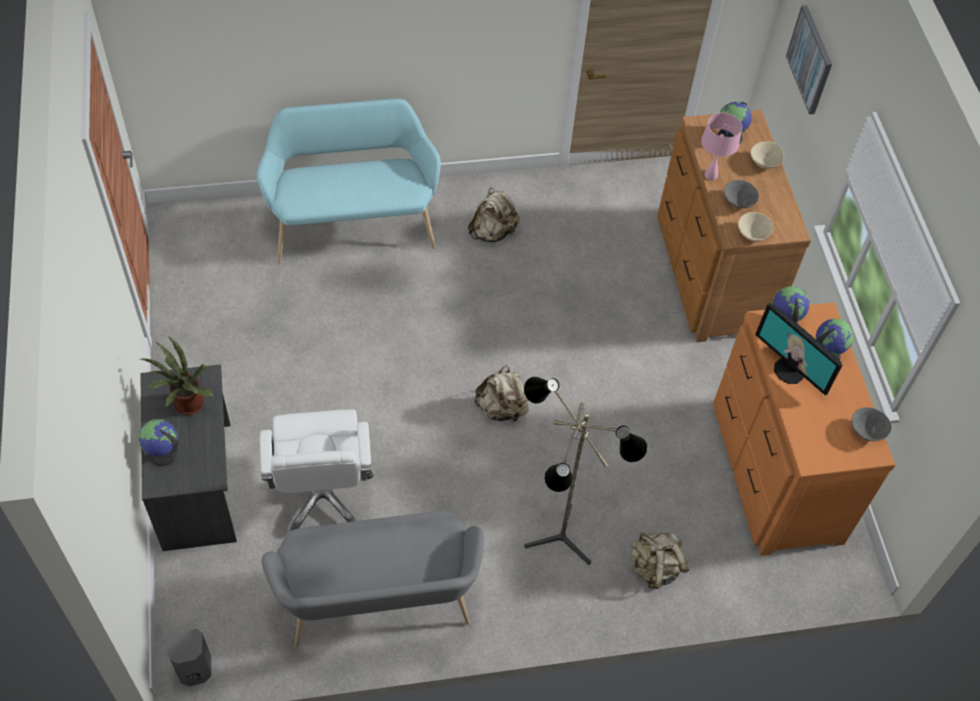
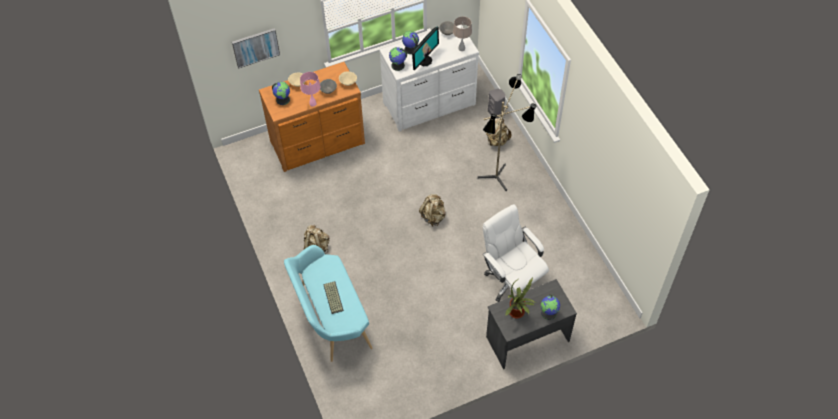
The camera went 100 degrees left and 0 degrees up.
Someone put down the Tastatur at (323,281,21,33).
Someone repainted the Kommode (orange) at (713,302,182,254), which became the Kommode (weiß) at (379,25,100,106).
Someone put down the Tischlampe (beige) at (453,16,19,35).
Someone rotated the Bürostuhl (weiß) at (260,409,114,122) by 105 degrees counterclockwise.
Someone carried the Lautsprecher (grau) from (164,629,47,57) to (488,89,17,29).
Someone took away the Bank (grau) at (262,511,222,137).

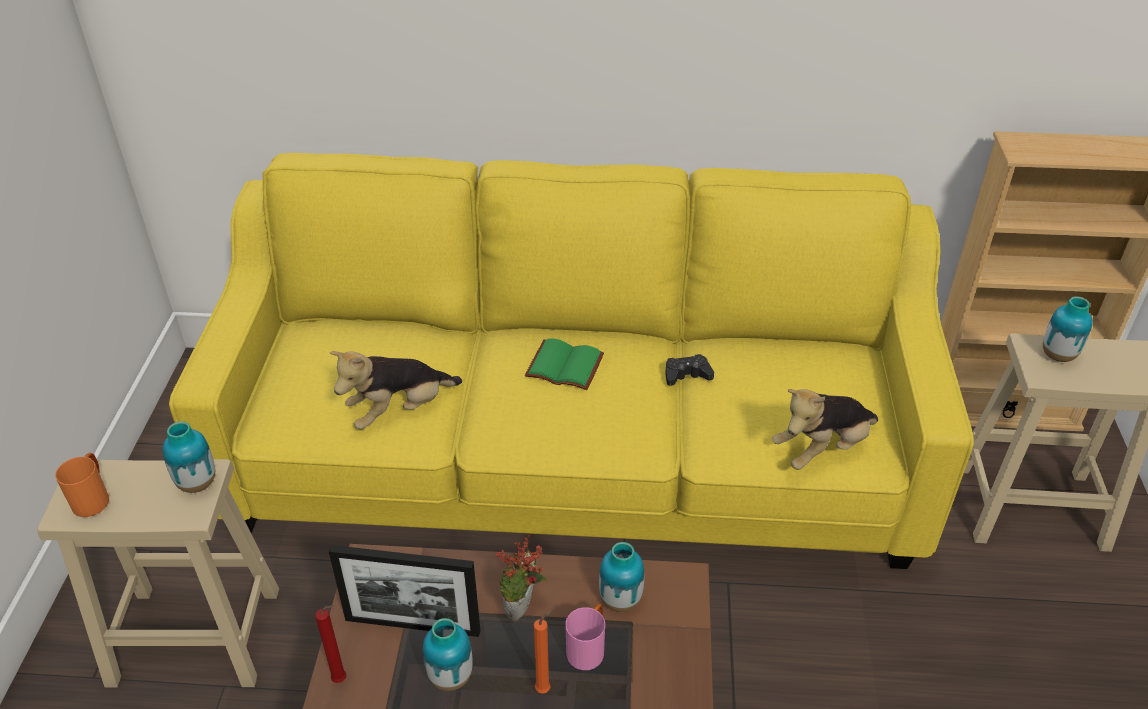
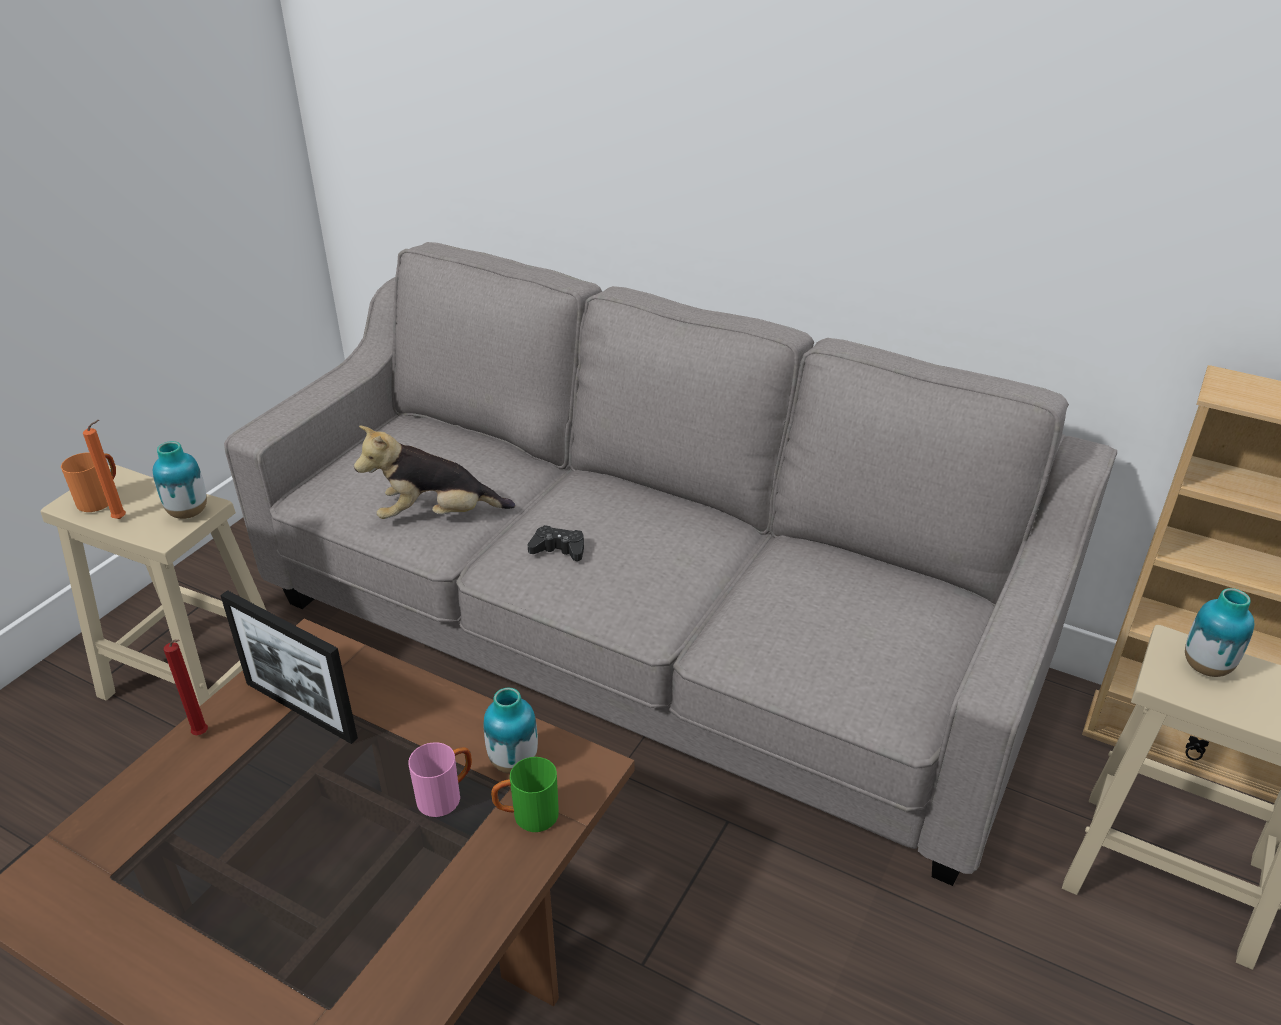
The camera went 25 degrees right and 5 degrees down.
Someone carried the Kerze (orange) from (534,610,18,84) to (83,420,43,99).
Someone repainted the Sofa (gelb) at (169,153,805,416), which became the Sofa (grau) at (224,242,893,644).
Someone put down the Henkelbecher (grün) at (491,757,68,75).
Someone carried the Gamepad (schwarz) from (665,354,49,32) to (528,525,56,36).
Someone took away the Vase at (423,618,50,73).
Someone took away the Topfpflanze at (495,535,52,87).
Someone took away the Buch (grün) at (525,338,79,52).
Someone took away the Plüschtier at (772,389,106,81).

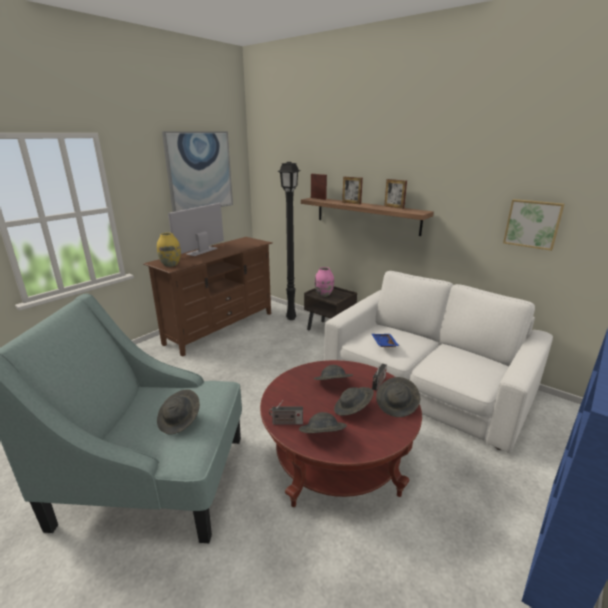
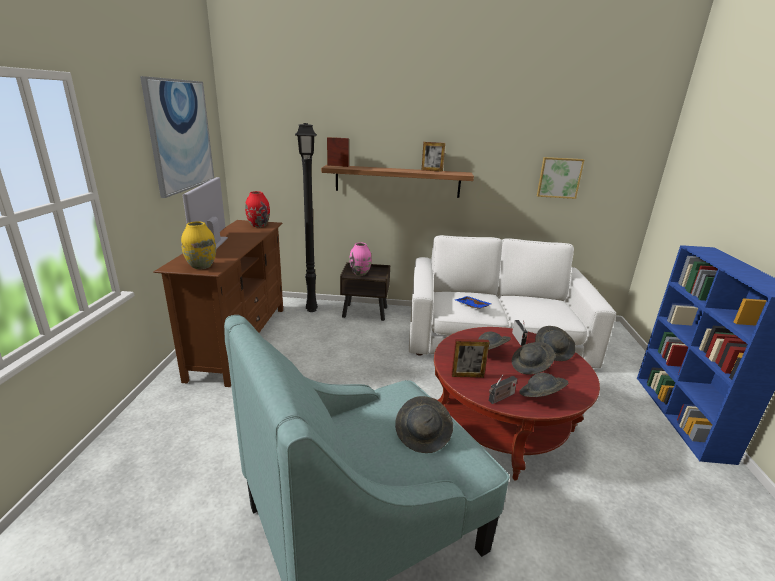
The camera went 35 degrees left and 0 degrees up.
Someone put down the Vase (rot) at (245,191,25,36).
Someone carried the Bilderrahmen from (342,177,21,27) to (451,339,39,39).

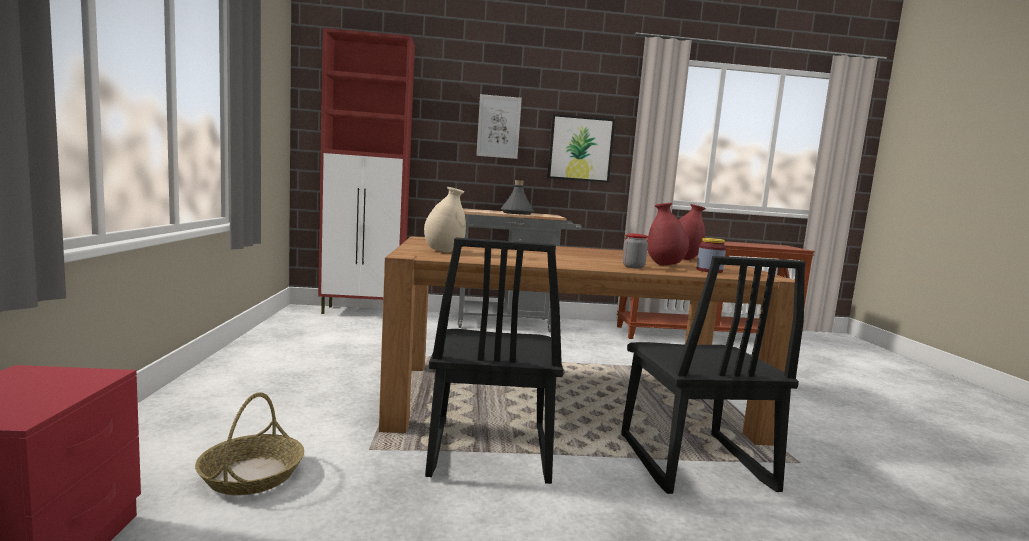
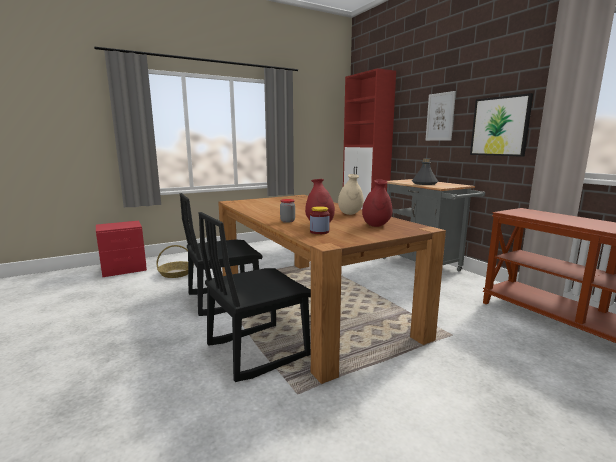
The camera went 65 degrees right and 5 degrees up.
Someone carried the Vase (beige) from (424,187,42,65) to (338,174,26,41).

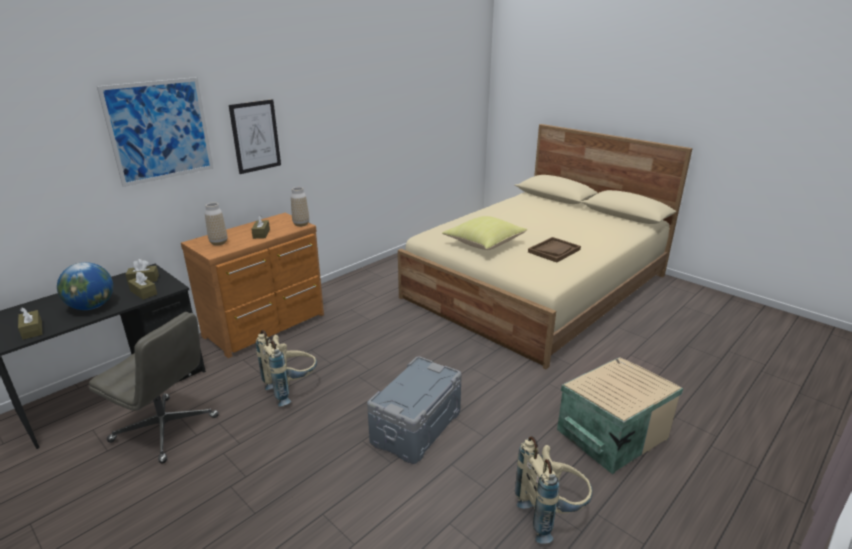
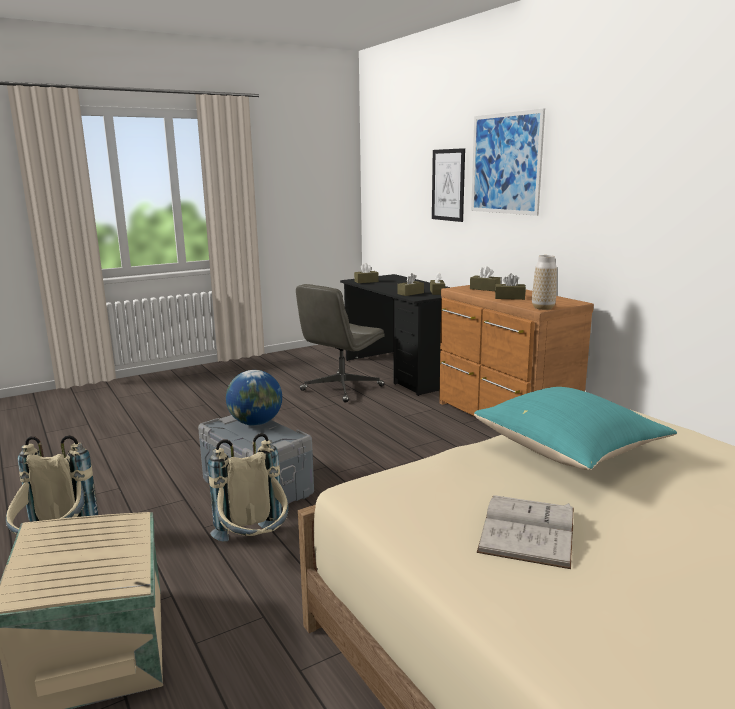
The camera went 105 degrees right and 10 degrees down.
Someone carried the Rucksack (beige) from (256,330,61,77) to (208,433,81,109).
Someone carried the Globus from (57,262,56,48) to (226,370,56,56).
Someone carried the Bild from (229,99,52,75) to (432,148,33,74).
Someone swapped the Vase at (205,203,22,43) for the Taschentuchbox (braun) at (470,266,31,25).
Someone repainted the Kissen (gelb) at (442,216,85,34), which became the Kissen (türkis) at (474,387,203,83).
Someone swapped the Tablett (braun) at (528,237,53,26) for the Buch (weiß) at (477,495,97,74).

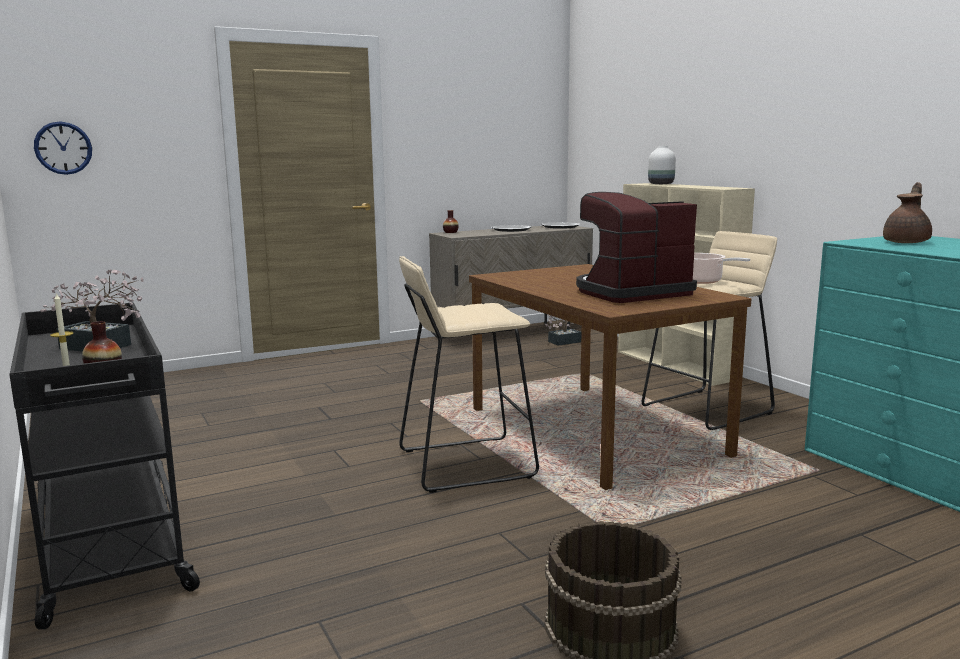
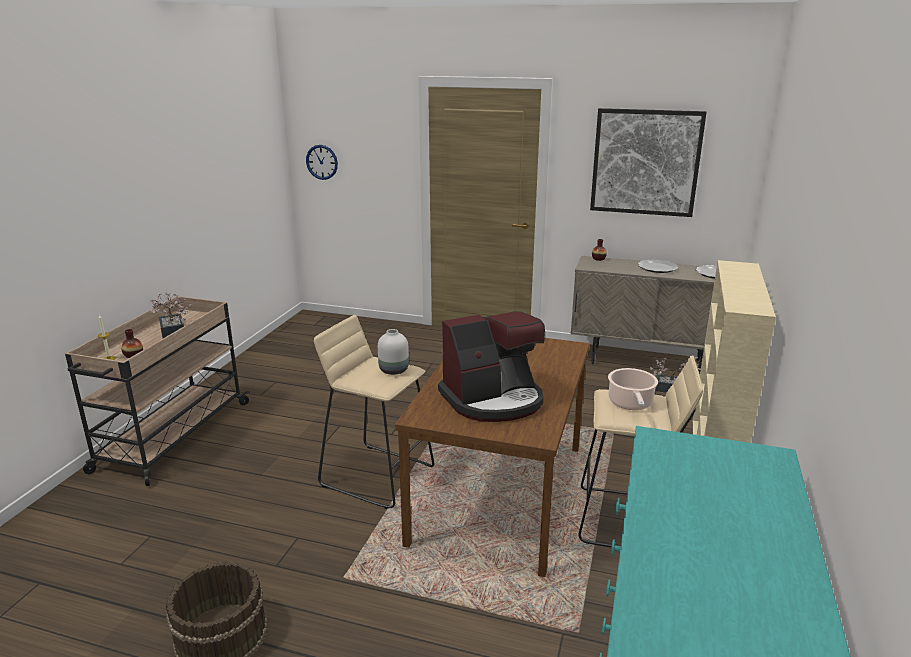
The camera went 45 degrees right and 10 degrees up.
Someone repainted the Rollwagen (schwarz) at (9,302,191,327), which became the Rollwagen (beige) at (65,296,185,190).
Someone carried the Vase (weiß) from (648,146,28,38) to (378,329,31,46).
Someone rotated the Kaffeemaschine at (576,192,121,111) by 135 degrees clockwise.
Someone put up the Bild at (590,108,117,109).
Someone took away the Teekanne (braun) at (883,182,49,61).

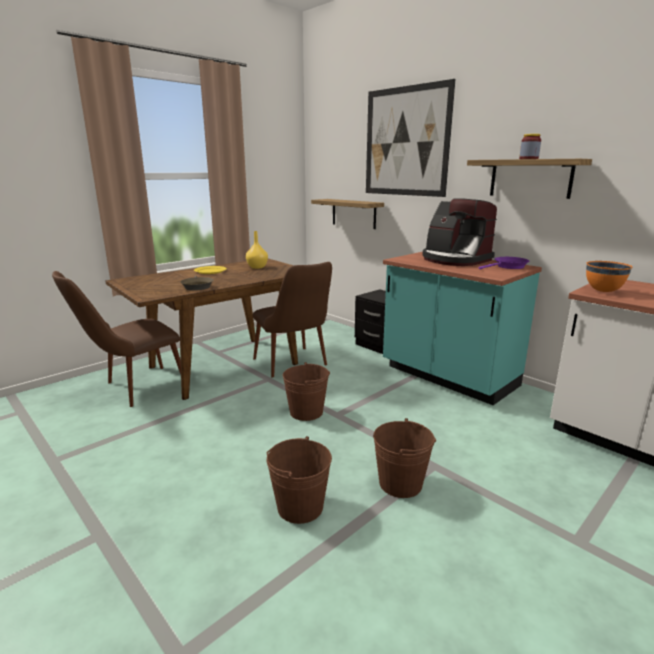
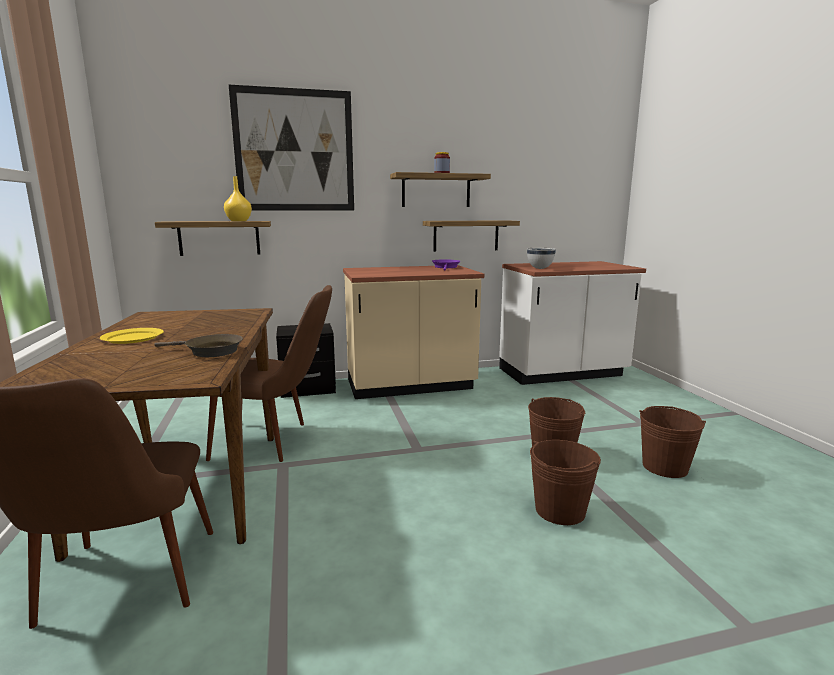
The camera went 60 degrees left and 5 degrees down.
Someone carried the Vase (gelb) from (246,231,22,38) to (224,176,28,45).
Someone repainted the Küchenzeile (türkis) at (383,252,159,153), which became the Küchenzeile (beige) at (343,265,141,134).
Someone put up the Wandregal at (423,220,97,32).
Someone repainted the Schüssel (orange) at (586,261,46,31), which became the Schüssel (weiß) at (527,248,29,21).
Someone carried the Eimer (braun) from (283,362,47,59) to (639,406,67,72).
Someone took away the Kaffeemaschine at (422,198,75,68).

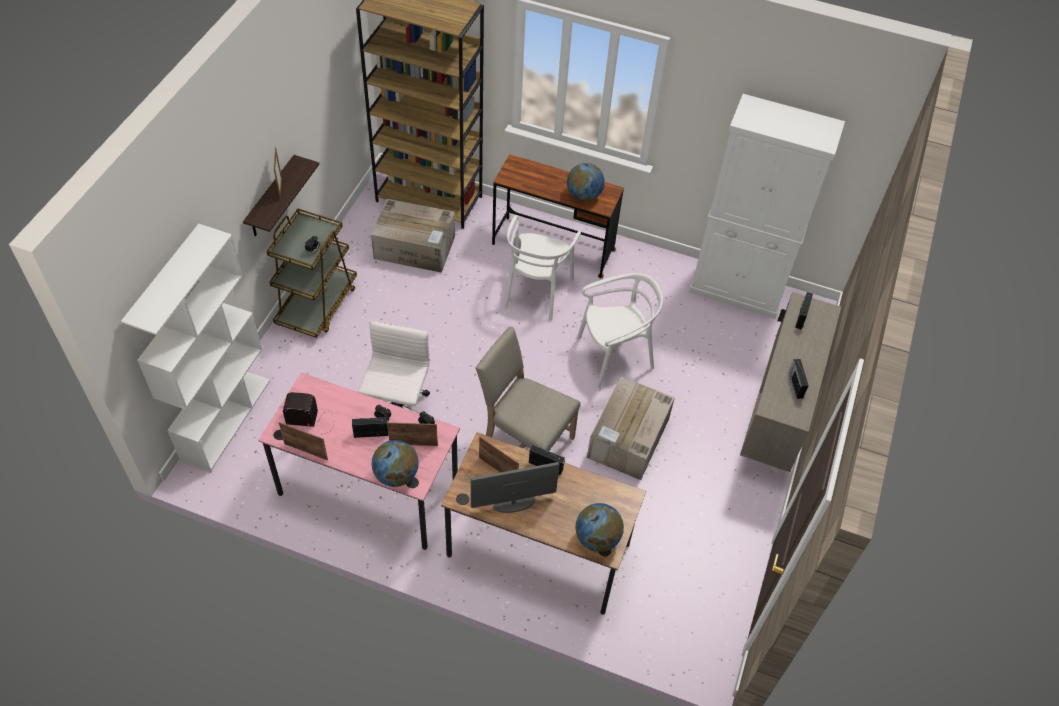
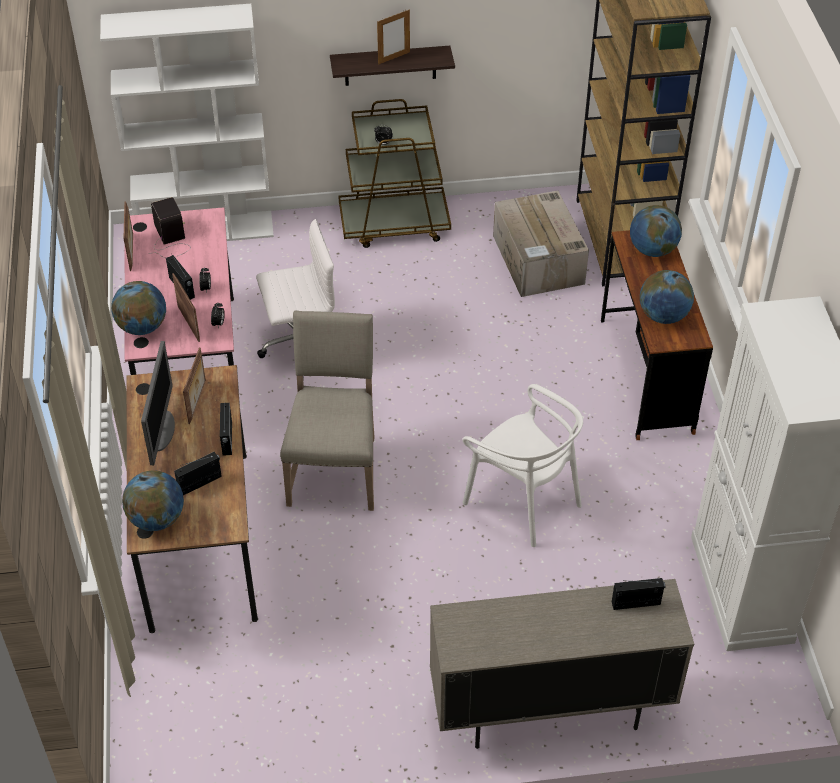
The camera went 65 degrees right and 5 degrees down.
Someone rotated the Monitor at (471,462,89,51) by 45 degrees clockwise.
Someone carried the Radio from (789,359,20,40) to (174,452,48,43).
Someone put down the Globus at (630,205,52,52).
Someone took away the Stuhl (weiß) at (504,215,77,106).
Someone took away the Karton at (587,376,88,104).

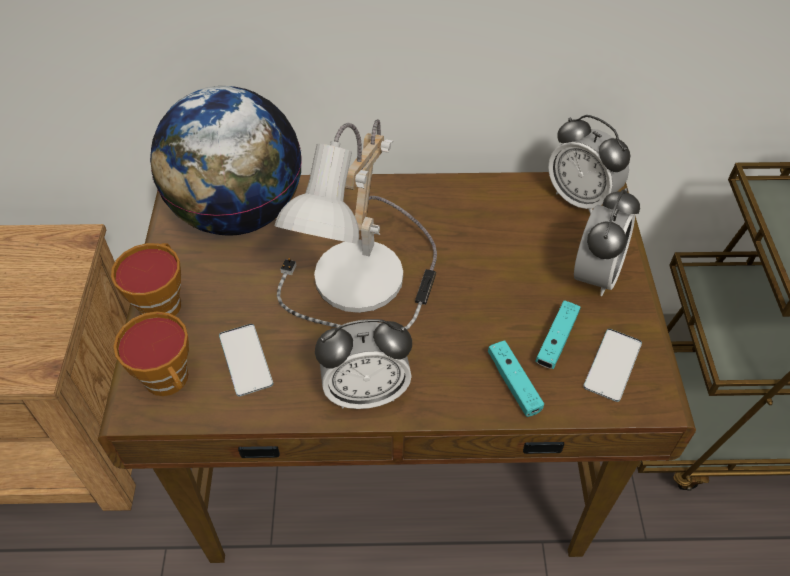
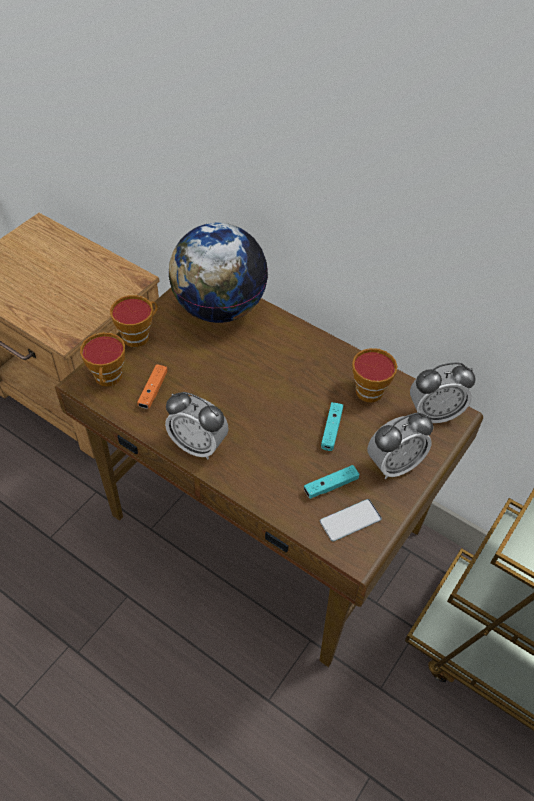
The camera went 35 degrees right and 0 degrees up.
Someone swapped the Handy at (219,324,54,73) for the Gamepad (orange) at (137,364,30,45).
Someone carried the Gamepad (türkis) from (488,341,56,76) to (321,402,22,49).
Someone put down the Tasse at (352,348,45,54).
Someone rotated the Wecker at (548,115,82,99) by 90 degrees counterclockwise.
Someone took away the Tischlampe at (275,119,162,211).

